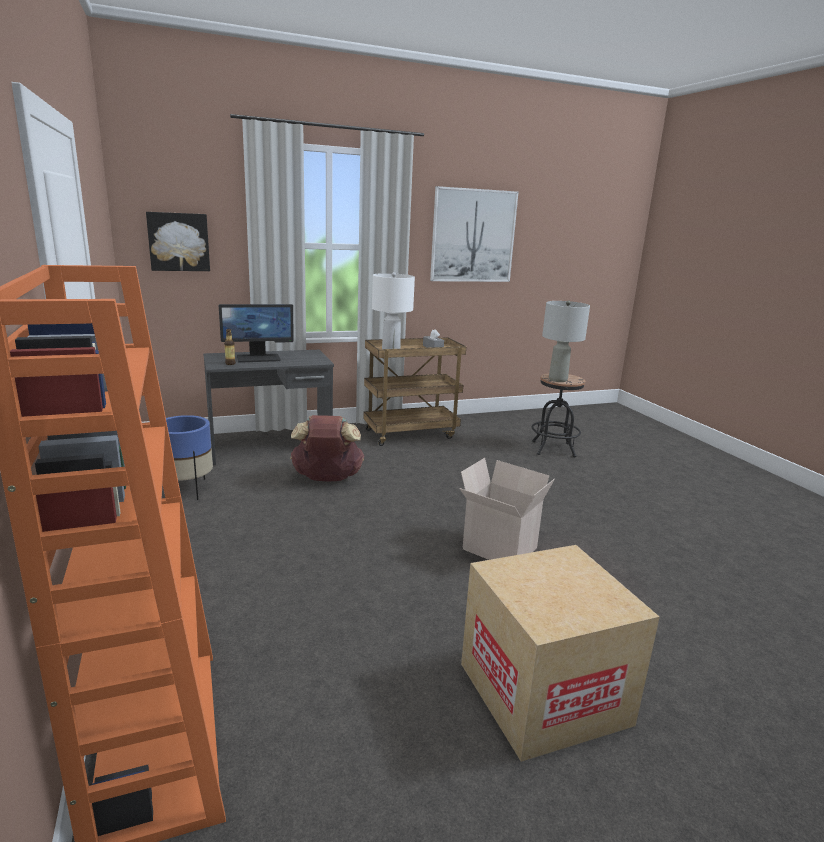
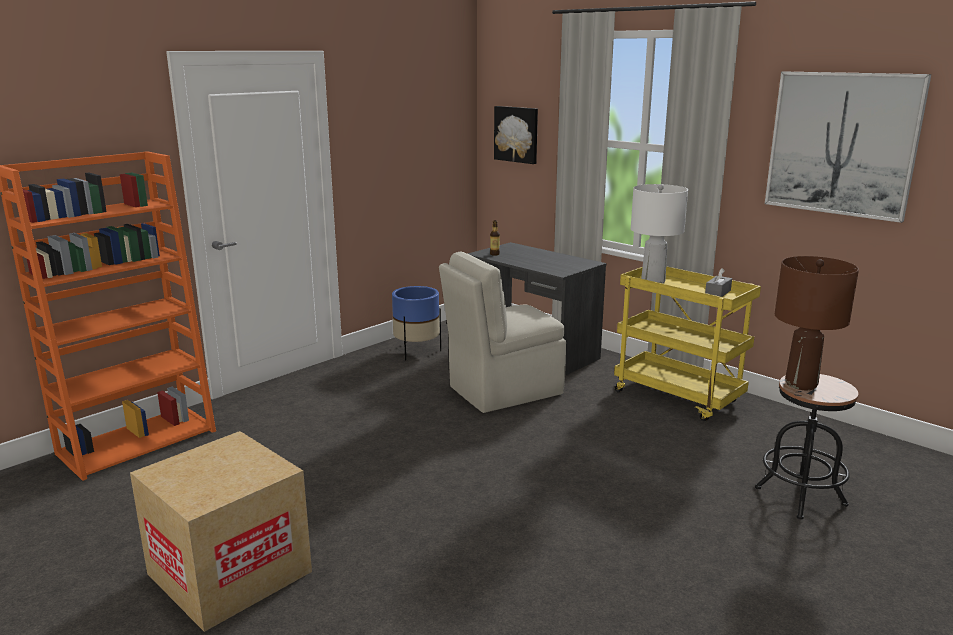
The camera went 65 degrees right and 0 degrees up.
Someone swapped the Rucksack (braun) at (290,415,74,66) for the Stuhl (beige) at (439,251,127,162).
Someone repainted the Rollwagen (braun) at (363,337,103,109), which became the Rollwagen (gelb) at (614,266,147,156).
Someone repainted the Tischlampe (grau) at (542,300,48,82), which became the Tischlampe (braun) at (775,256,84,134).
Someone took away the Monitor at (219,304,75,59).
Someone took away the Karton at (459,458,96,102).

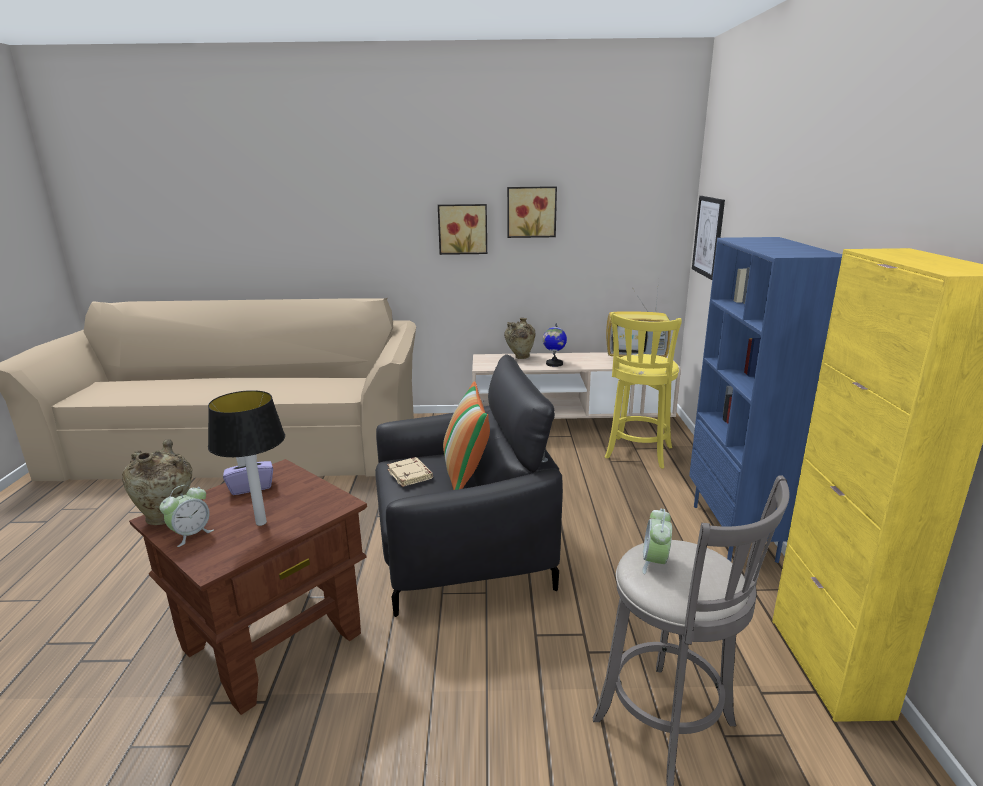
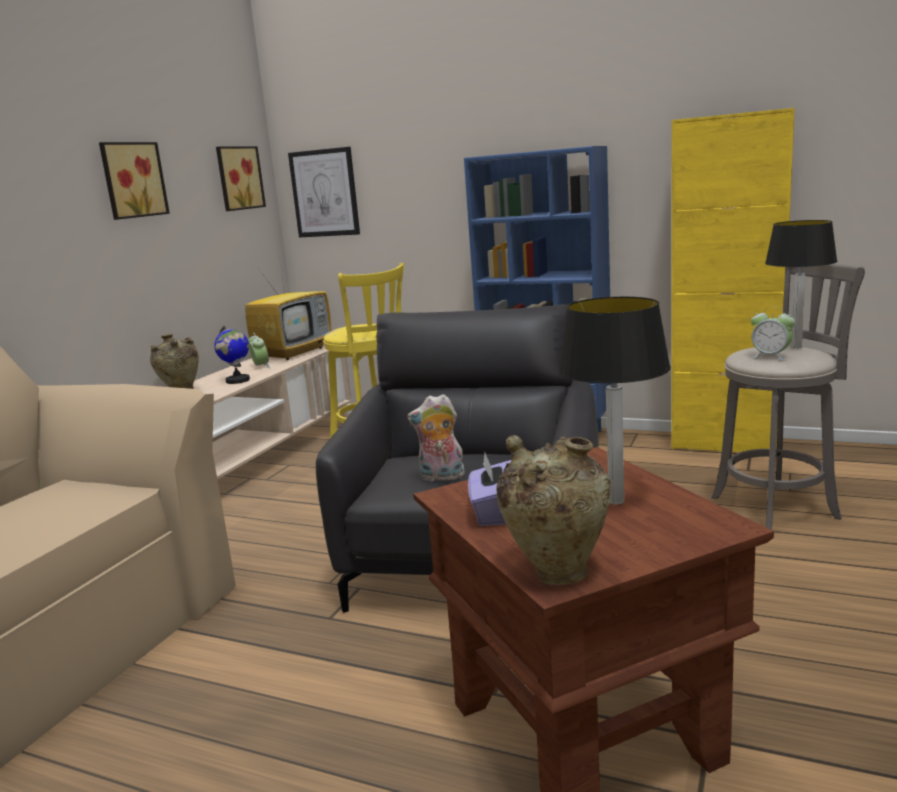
The camera went 65 degrees left and 5 degrees down.
Someone carried the Bild from (438,204,49,51) to (216,146,50,65).
Someone carried the Wecker from (159,485,55,62) to (248,333,23,35).
Someone swapped the Buch (beige) at (387,457,46,30) for the Plüschtier at (407,394,59,87).
Someone put down the Tischlampe at (765,220,73,128).
Someone took away the Kissen at (443,381,47,109).

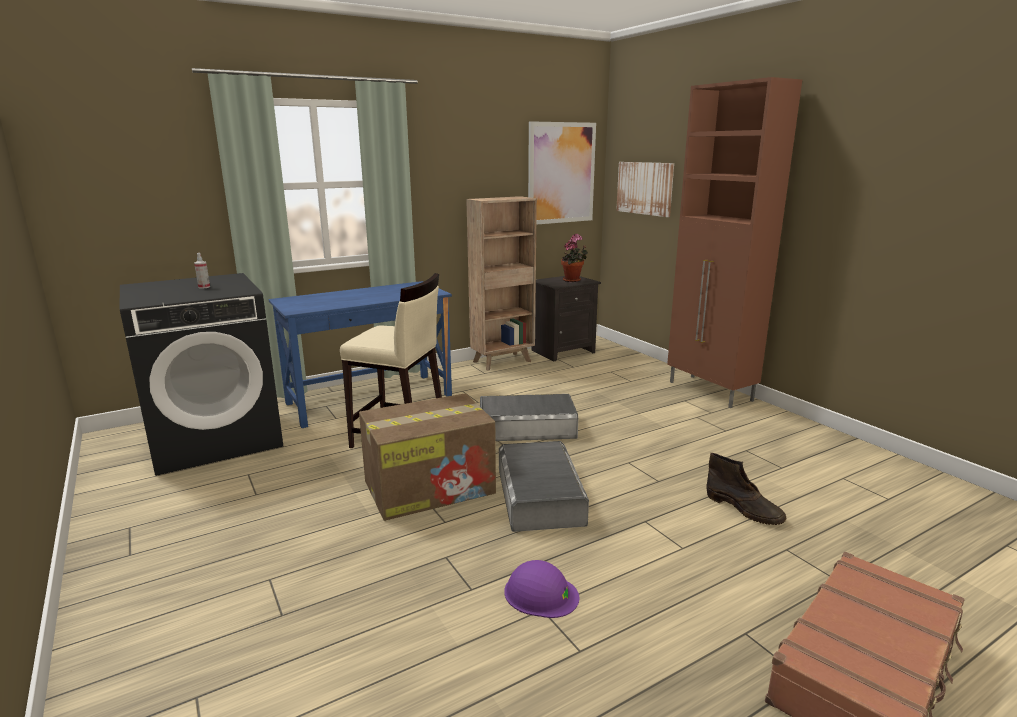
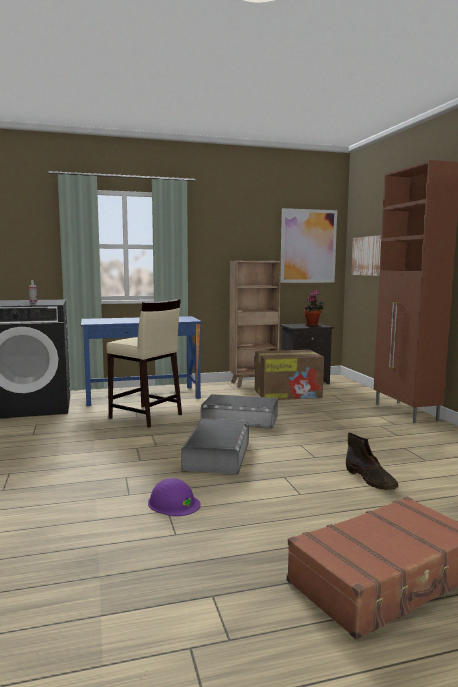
The camera went 15 degrees right and 10 degrees down.
Someone carried the Karton from (359,393,137,128) to (255,350,69,50).

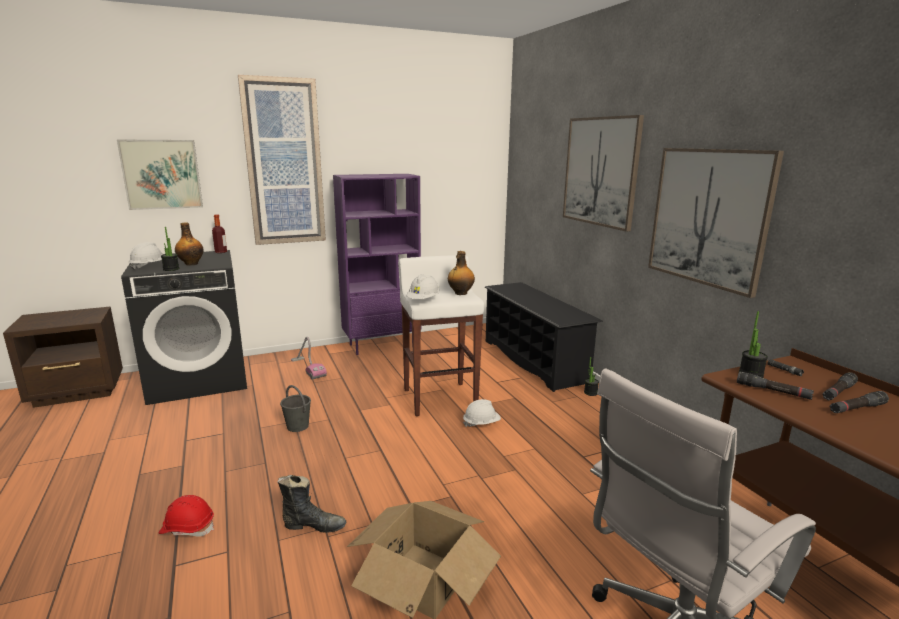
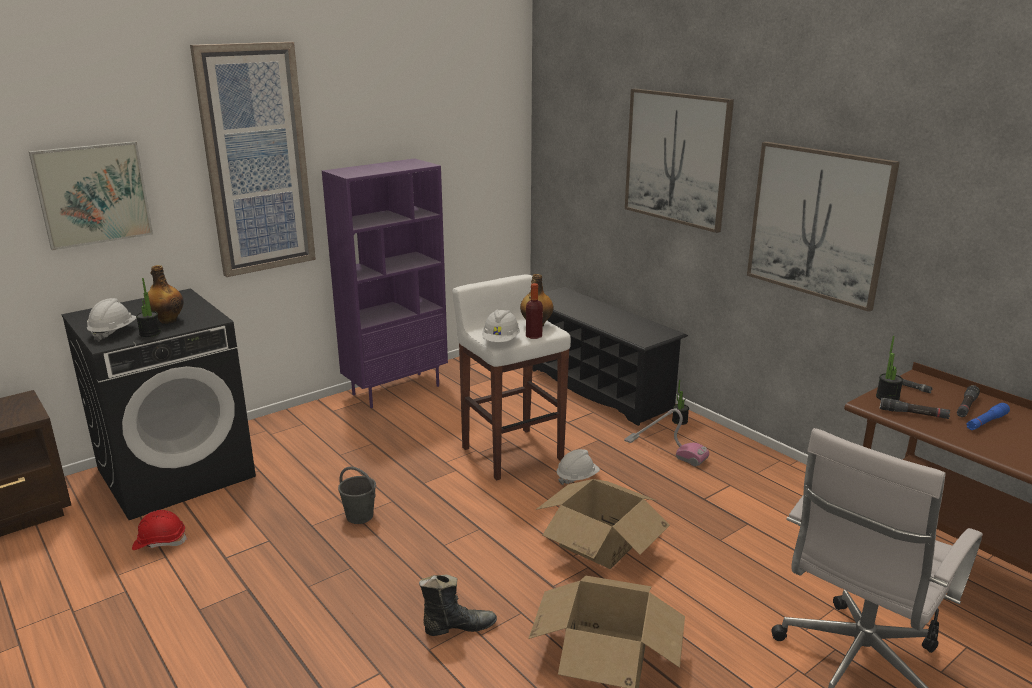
The camera went 15 degrees left and 5 degrees up.
Someone carried the Schutzhelm (rot) from (159,495,55,42) to (132,510,56,40).
Someone carried the Flasche from (212,214,15,39) to (526,283,17,56).
Someone put down the Karton at (536,479,134,90).
Someone carried the Staubsauger from (291,337,36,42) to (624,408,85,58).
Someone repainted the Taschenlampe (schwarz) at (830,391,59,22), which became the Taschenlampe (blau) at (966,403,44,27).

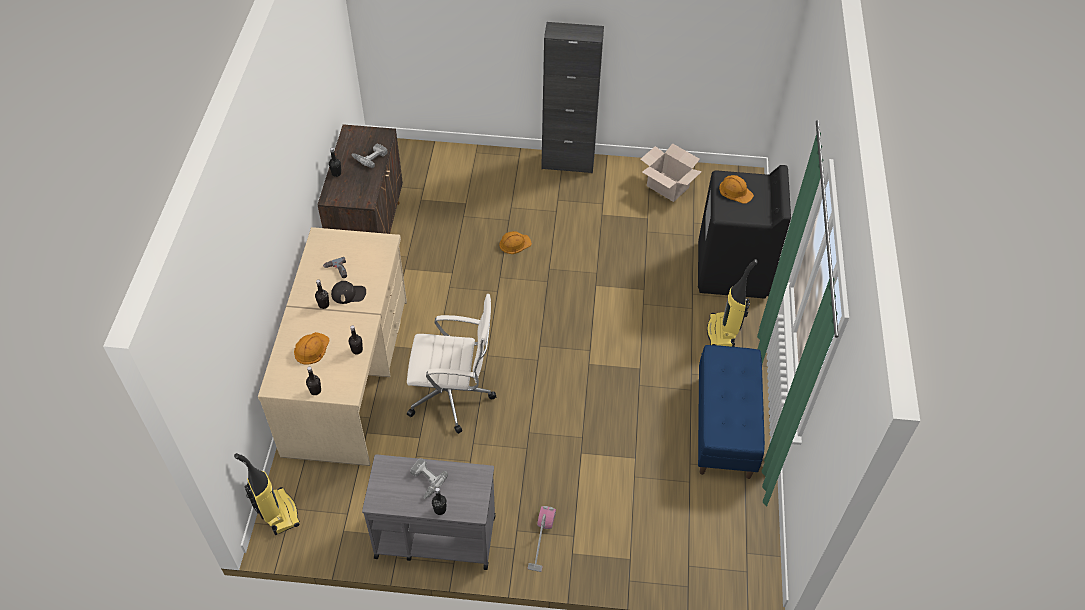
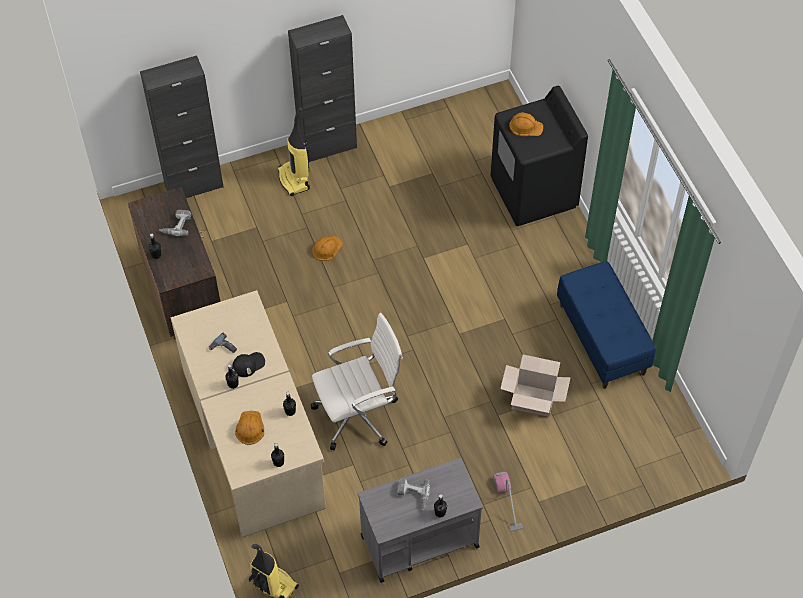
The camera went 25 degrees left and 5 degrees up.
Someone put down the Schrank (schwarz) at (140,55,84,143).
Someone carried the Staubsauger from (707,259,51,88) to (277,107,34,89).
Someone carried the Karton from (641,143,61,59) to (500,355,71,62).

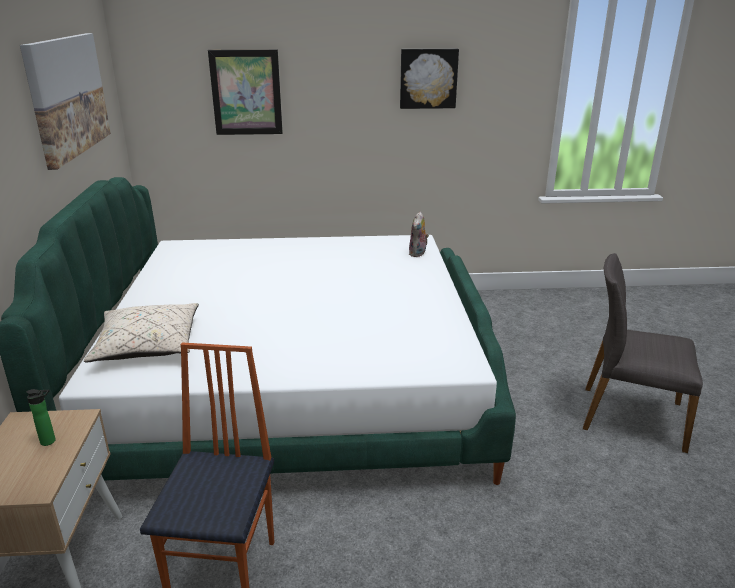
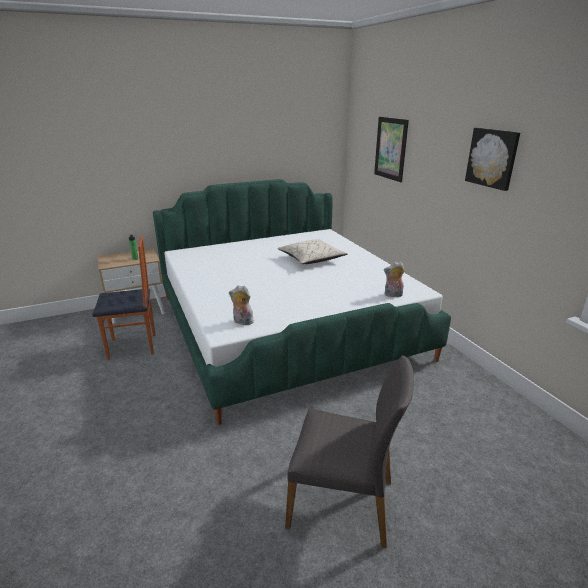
The camera went 70 degrees right and 0 degrees up.
Someone put down the Plüschtier at (229,285,25,40).
Someone carried the Kissen (beige) from (84,303,115,59) to (278,239,69,25).
Someone rotated the Stuhl (grau) at (583,253,120,200) by 105 degrees clockwise.
Someone took away the Bild at (20,33,91,137).

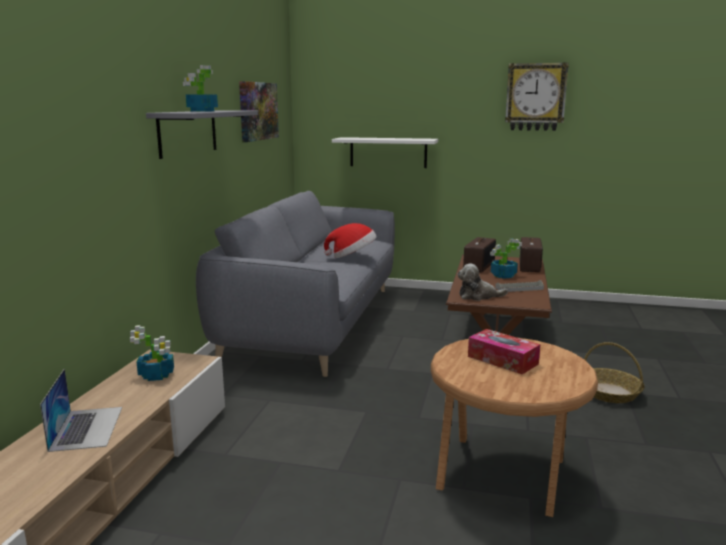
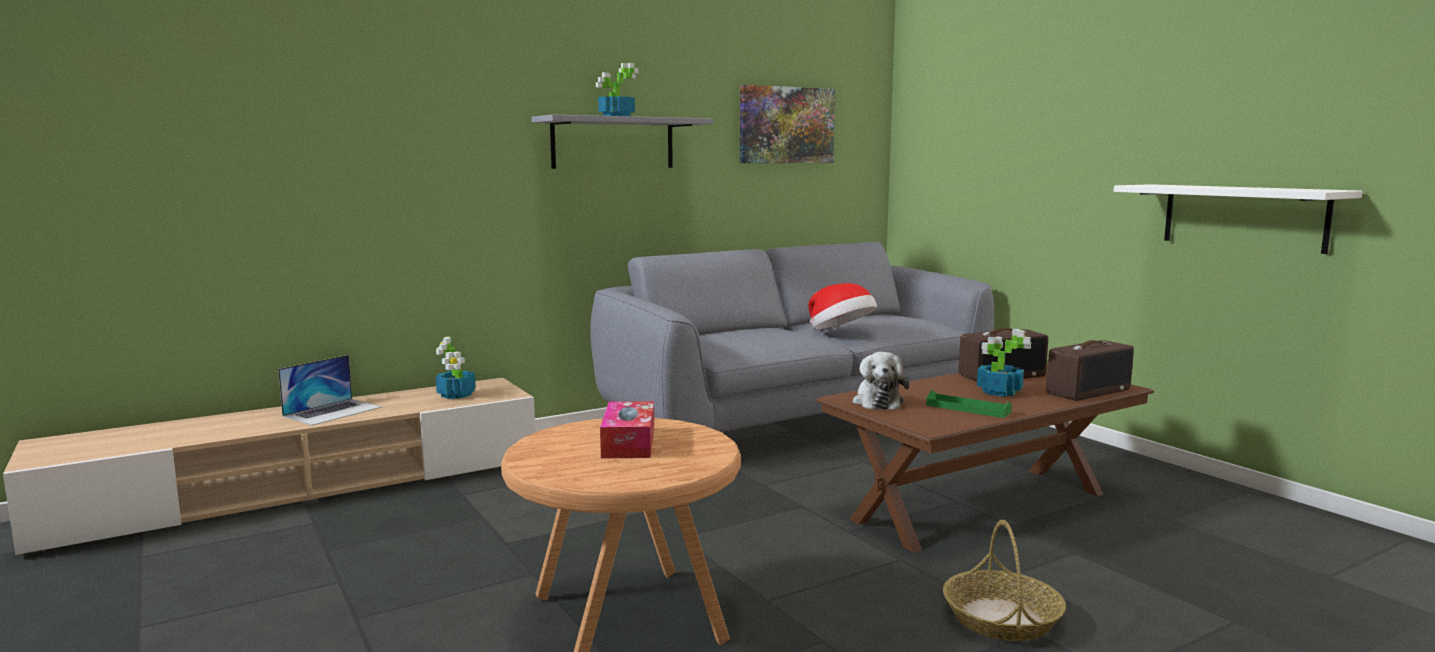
The camera went 45 degrees right and 5 degrees down.
Someone rotated the Plüschtier at (457,264,51,37) by 135 degrees counterclockwise.
Someone repainted the Tablett (grau) at (495,280,49,12), which became the Tablett (grün) at (926,390,86,28).
Someone carried the Wandregal (weiß) from (332,137,106,31) to (1114,184,249,70).
Someone took away the Wanduhr at (505,62,64,69).

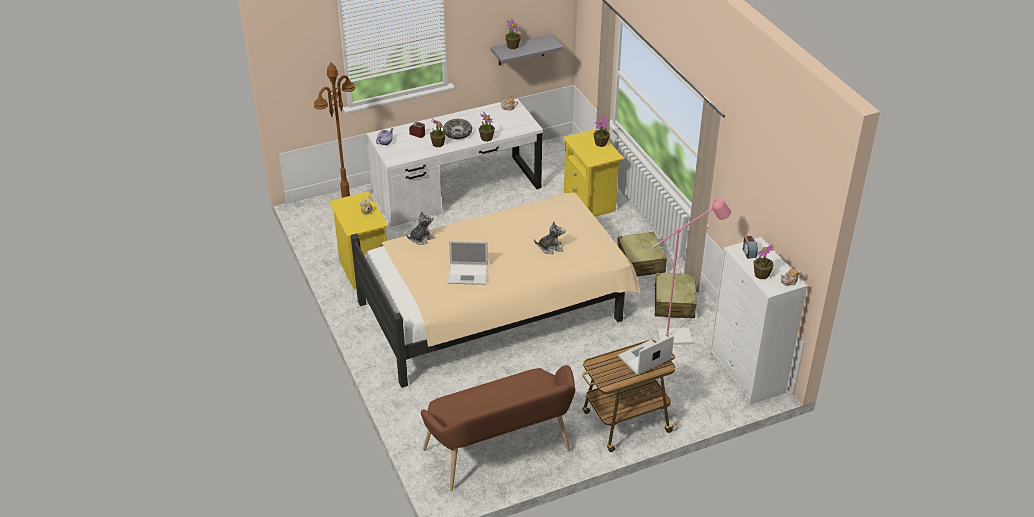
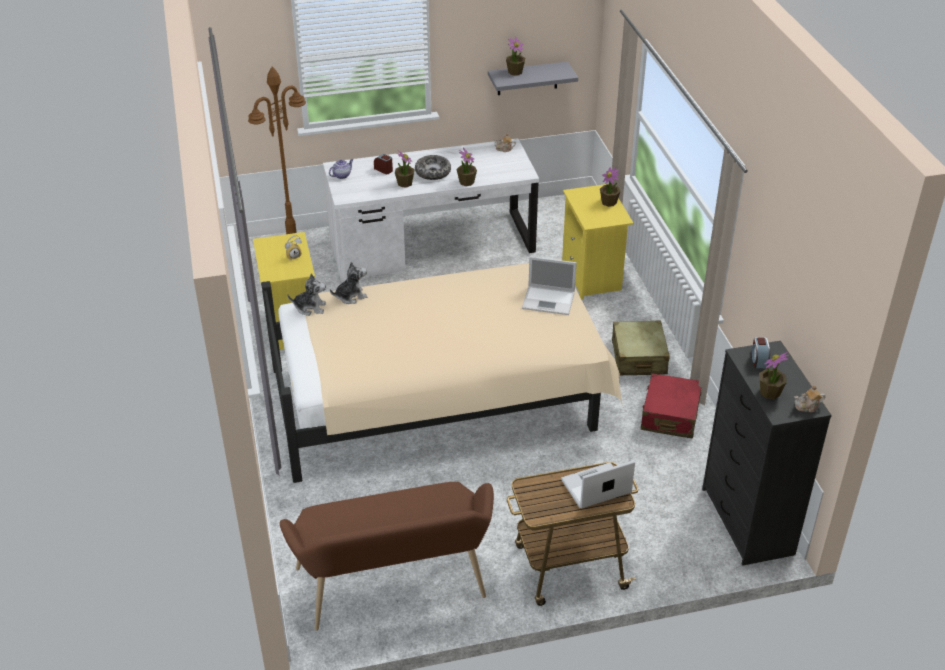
The camera went 10 degrees right and 0 degrees up.
Someone carried the Plüschtier from (534,222,31,32) to (287,274,39,42).
Someone carried the Laptop from (448,240,40,45) to (522,256,55,59).
Someone repainted the Koffer (beige) at (654,273,43,45), which became the Koffer (rot) at (641,373,61,66).
Someone repainted the Kommode (weiß) at (710,237,97,168), which became the Kommode (schwarz) at (702,341,130,225).
Someone took away the Stehlampe (rosa) at (652,199,79,146).

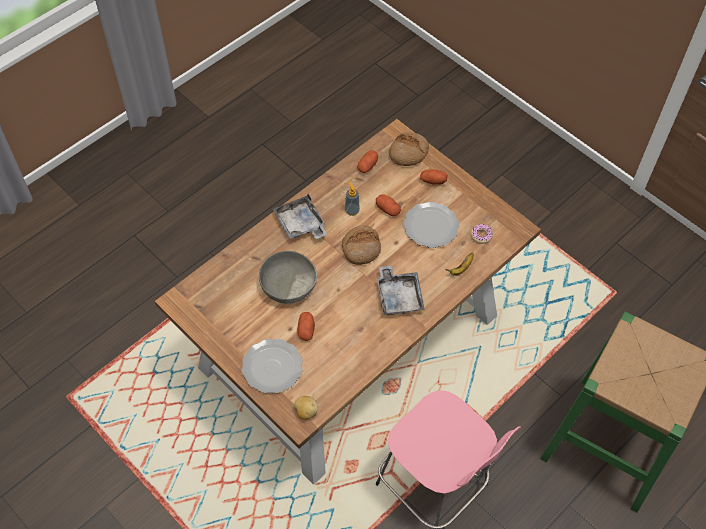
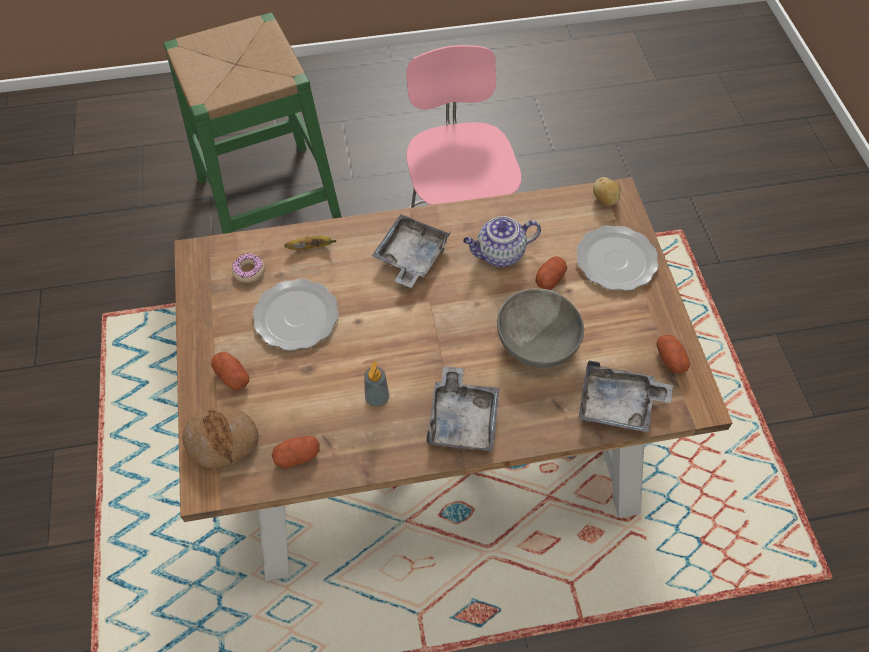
The camera went 145 degrees left and 0 degrees up.
Someone put down the Teekanne at (463,216,78,51).
Someone put down the Tablett (grau) at (578,360,95,73).
Someone carried the Kartoffel from (376,194,25,22) to (656,335,34,38).
Someone took away the Brot at (342,225,39,40).

